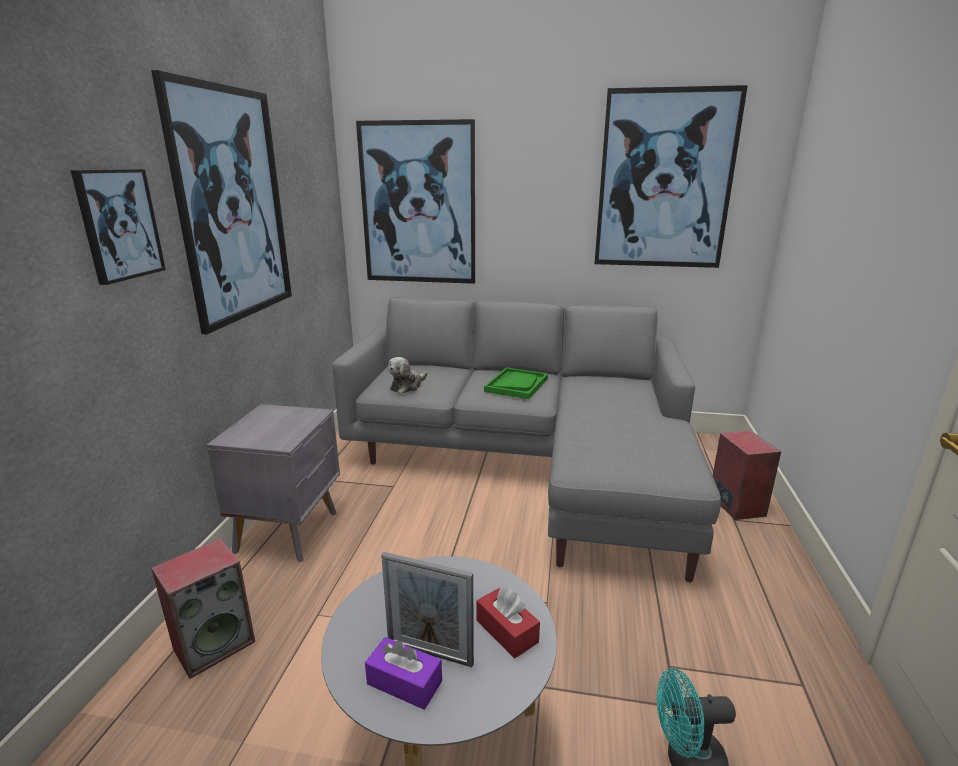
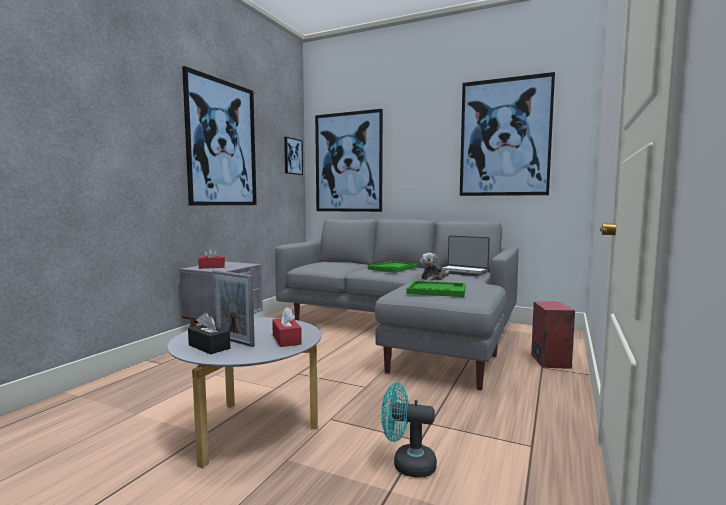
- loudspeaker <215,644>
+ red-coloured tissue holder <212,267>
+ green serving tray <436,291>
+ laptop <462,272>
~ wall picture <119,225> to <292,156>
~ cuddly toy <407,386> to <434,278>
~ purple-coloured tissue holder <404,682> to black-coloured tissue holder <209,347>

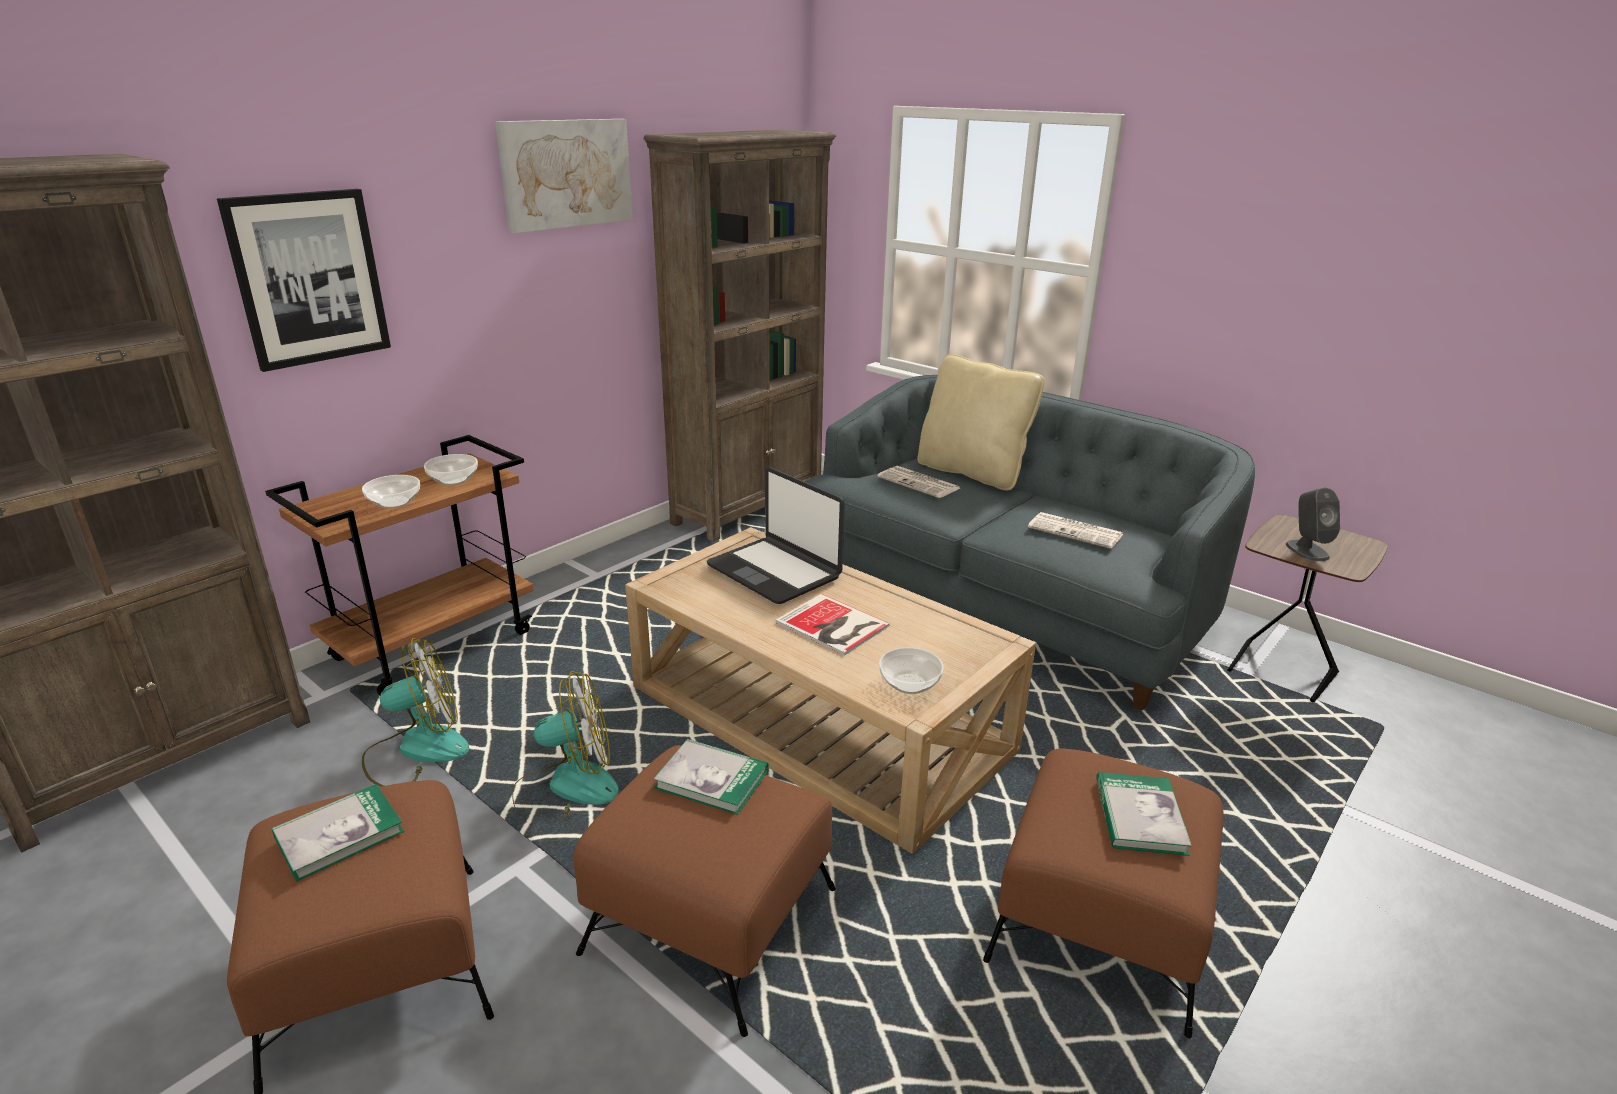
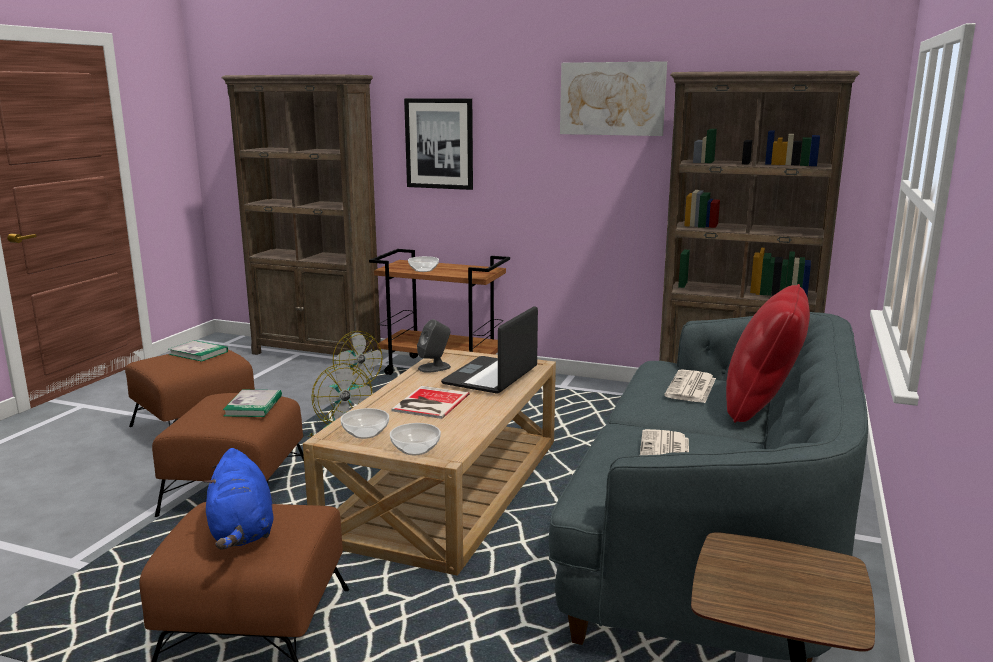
~ bowl <454,480> to <415,450>
~ gray loudspeaker <1306,550> to <434,367>
~ volume <1139,816> to blue cuddly toy <242,532>
~ sand-coloured cushion <972,472> to red-coloured cushion <761,407>

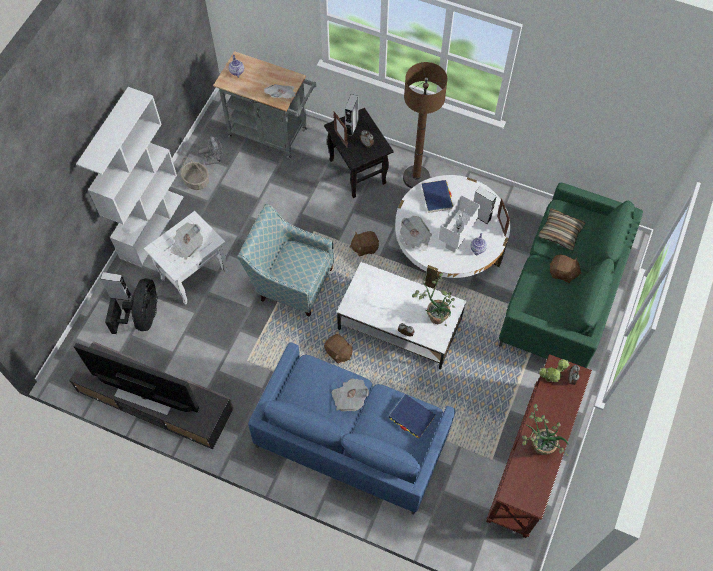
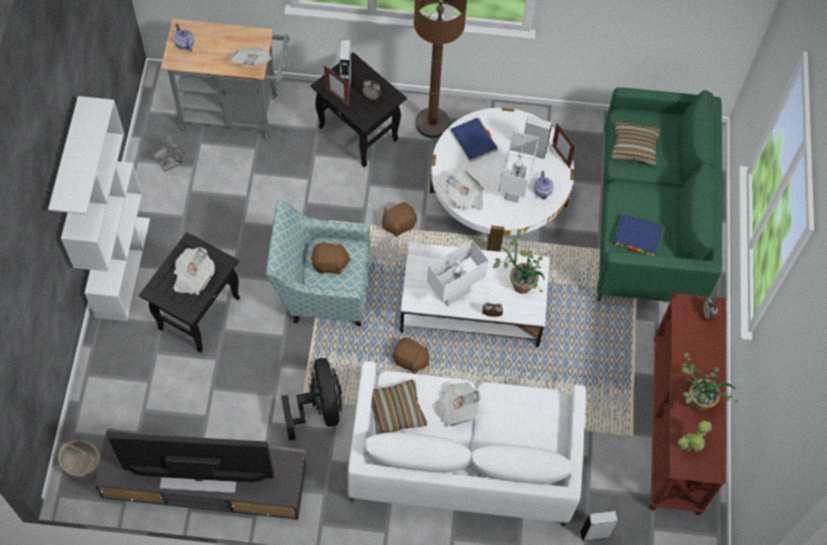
+ cushion <396,411>
+ white-coloured tabletop lamp <454,294>
~ gray loudspeaker <120,295> to <594,534>
~ black-coloured electric fan <142,317> to <319,408>
~ household basket <197,181> to <83,464>
~ blue volume <411,417> to <637,236>
~ plant in a pot <549,378> to <688,446>
~ brown cuddly toy <562,273> to <330,264>
~ white-coloured side table <195,274> to black-coloured side table <199,312>
~ blue settee <352,440> to white-coloured settee <462,461>

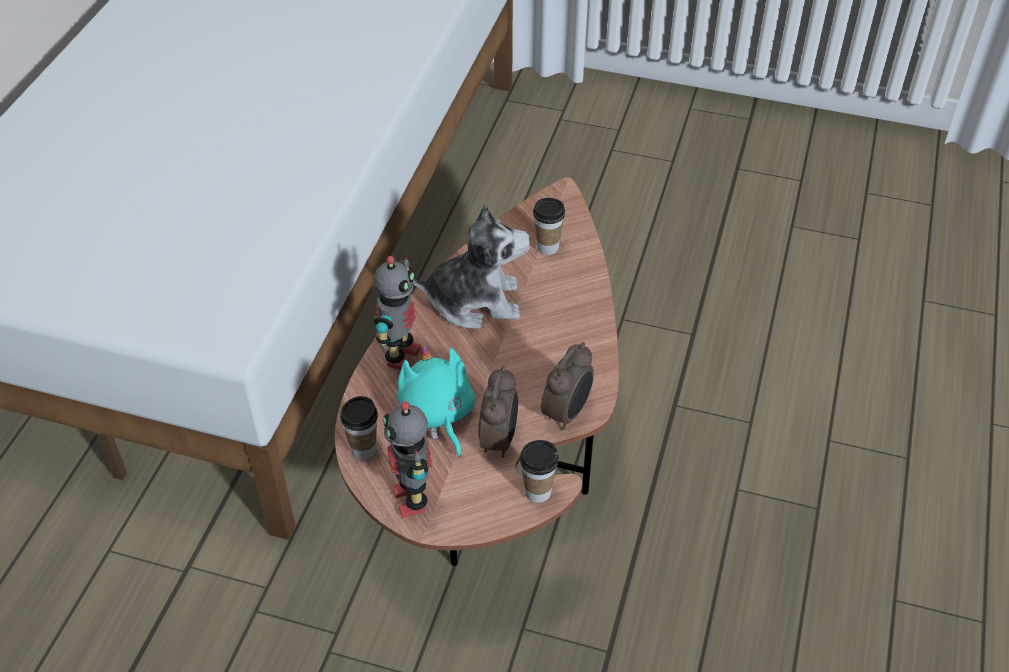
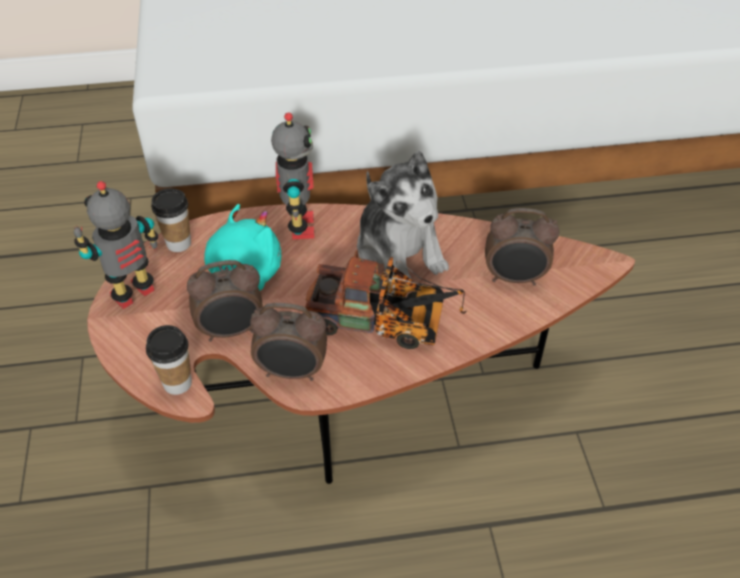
+ toy lorry <385,323>
~ cup <547,247> to bedside clock <514,278>
~ toy robot <400,356> = <299,227> 90 degrees counterclockwise

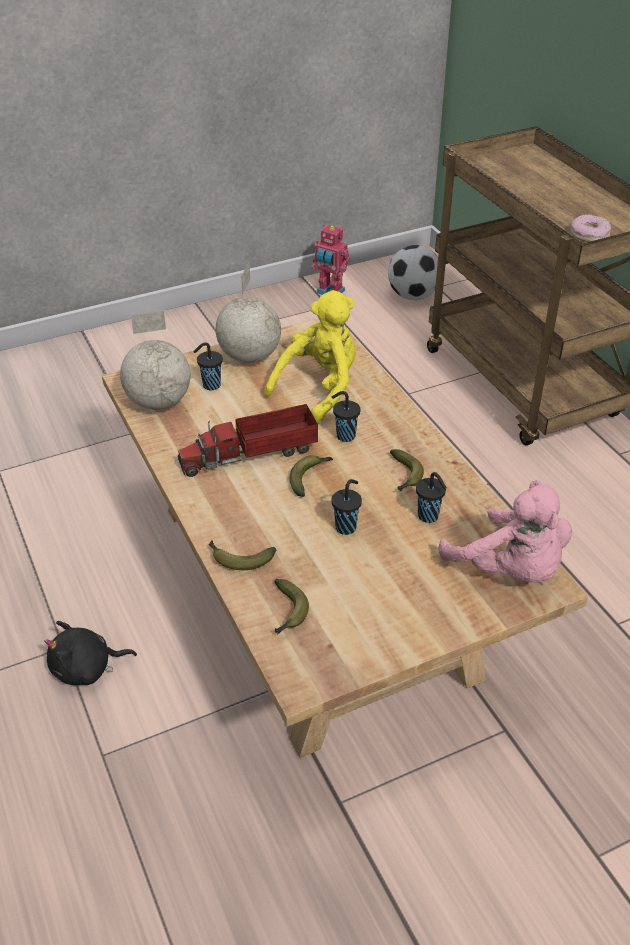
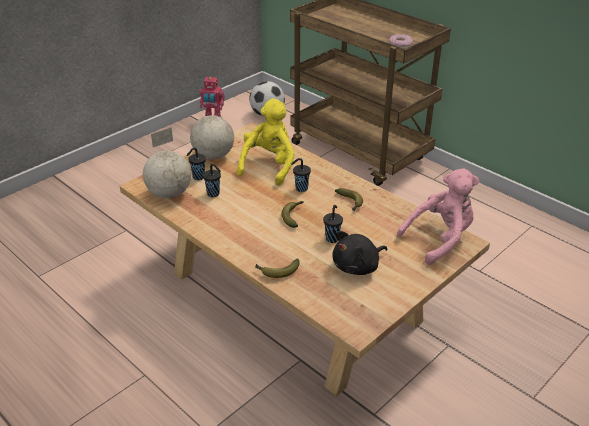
- toy lorry <252,454>
- banana fruit <288,613>
~ black-coloured cuddly toy <87,669> to <358,266>
~ black-coloured cup <429,517> to <214,194>
~ pink cuddly toy <510,570> = <440,239> 60 degrees counterclockwise

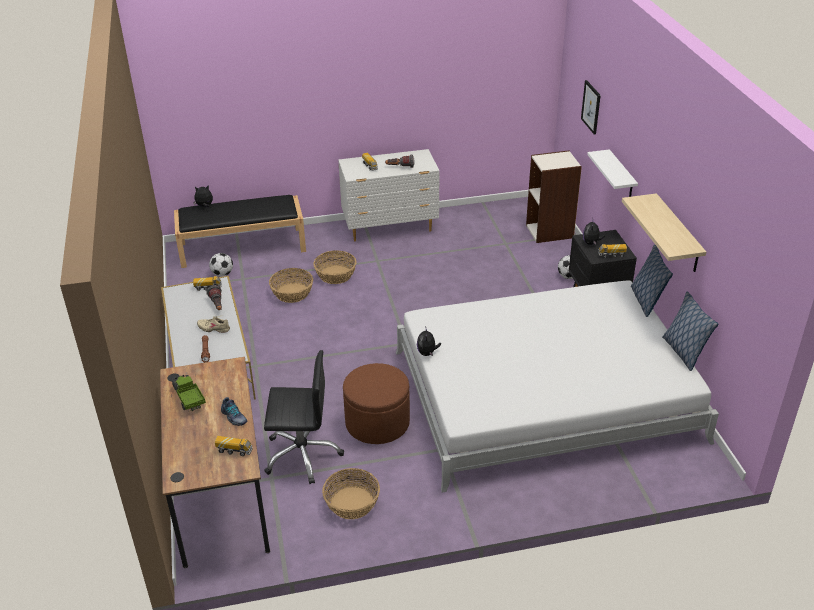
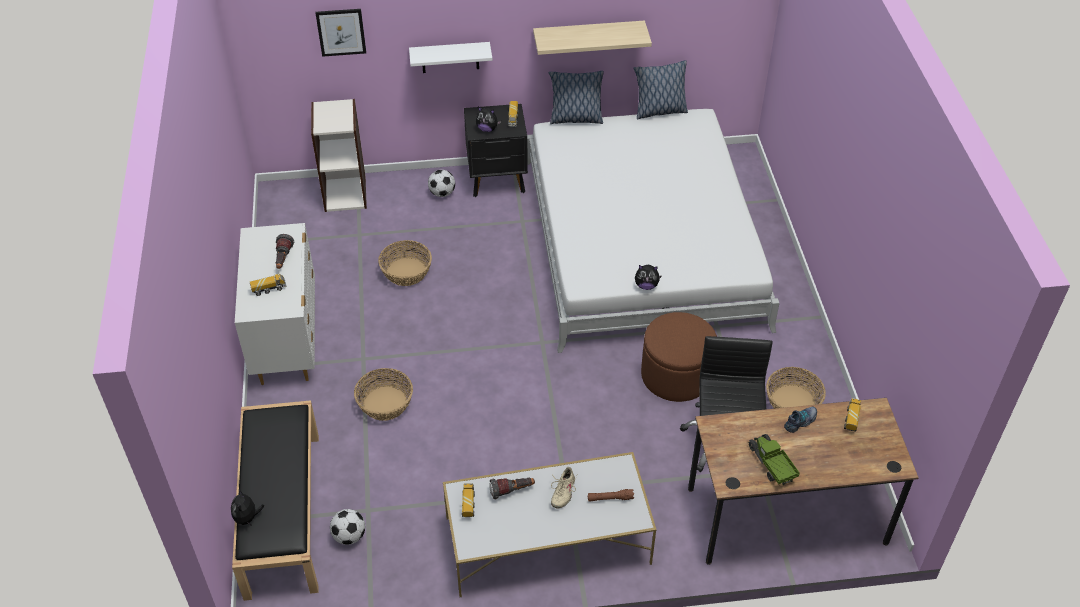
~ household basket <292,293> to <406,272>
~ toy lorry <188,398> = <771,465> 90 degrees clockwise

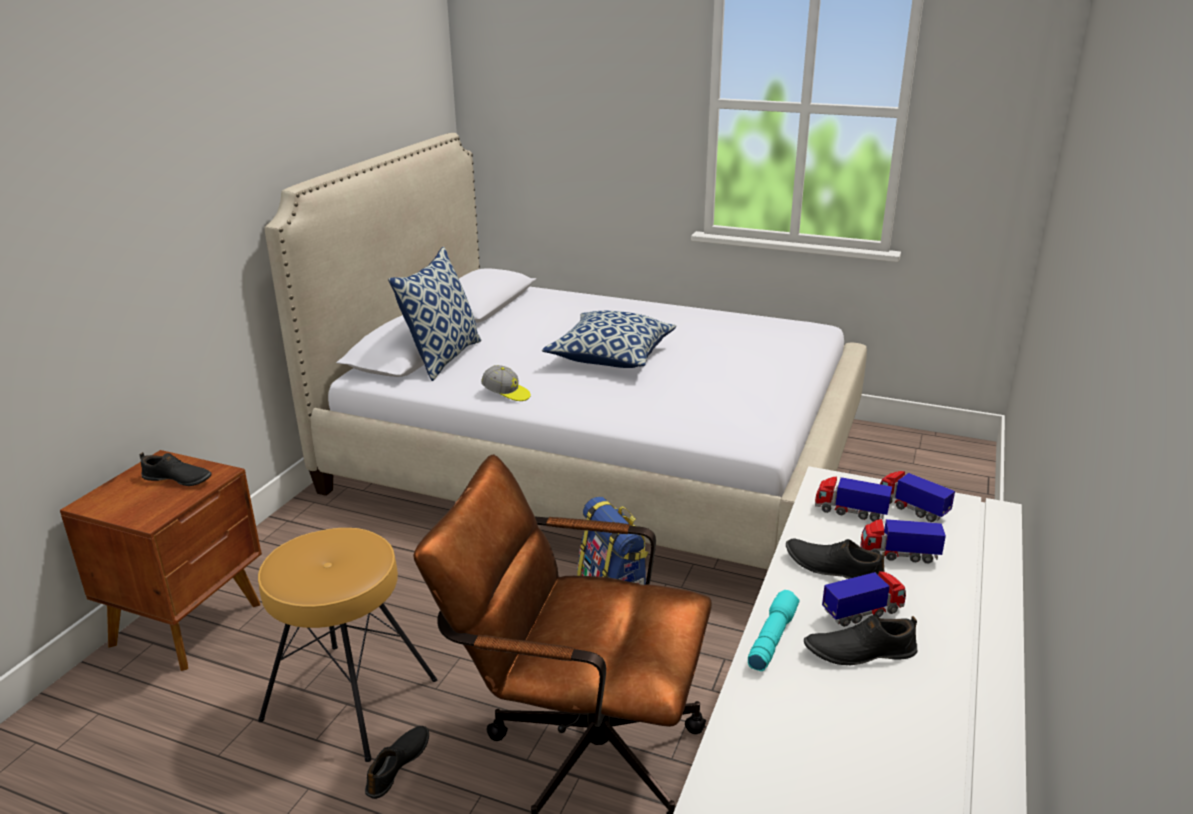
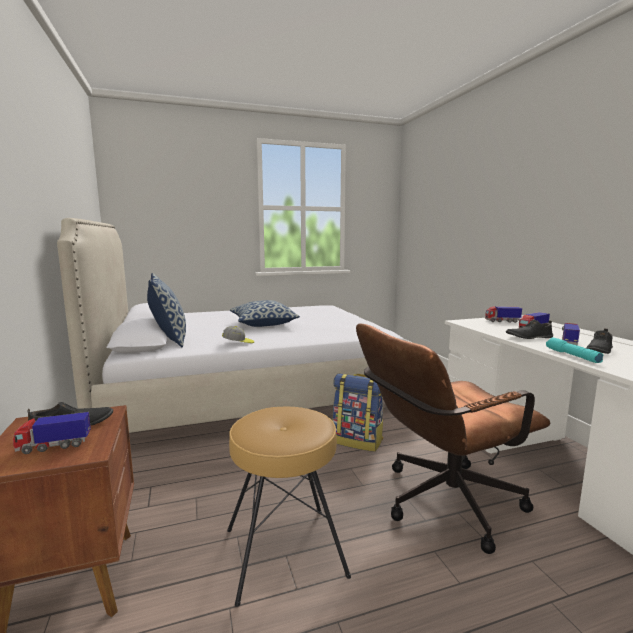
- black-coloured shoe <398,765>
~ toy lorry <850,512> to <54,446>

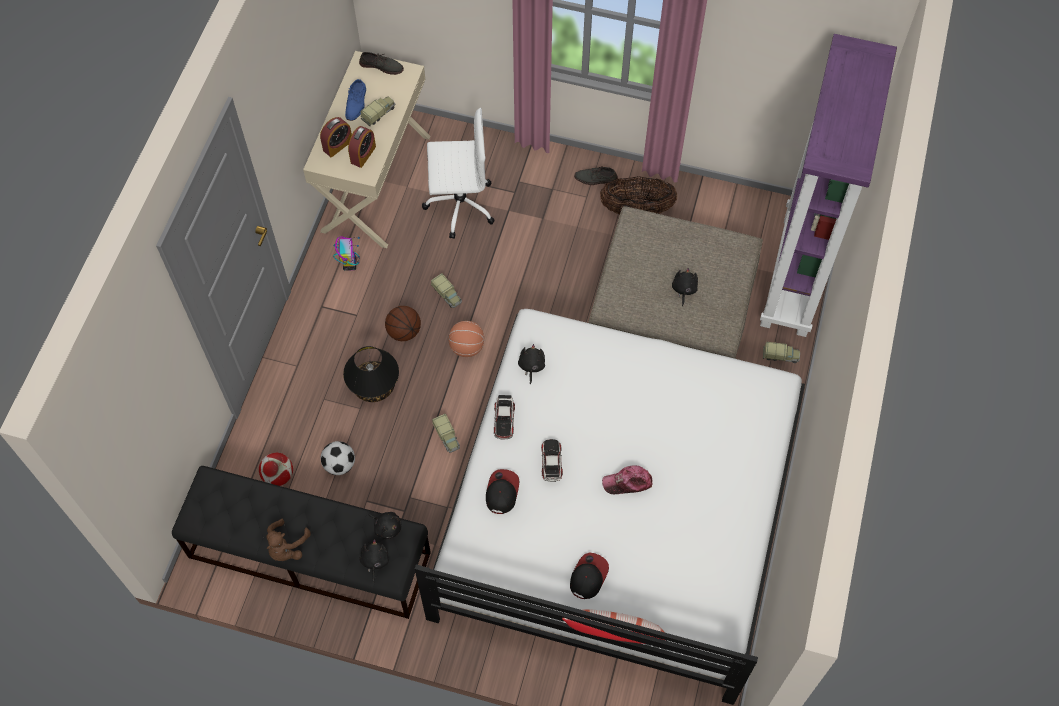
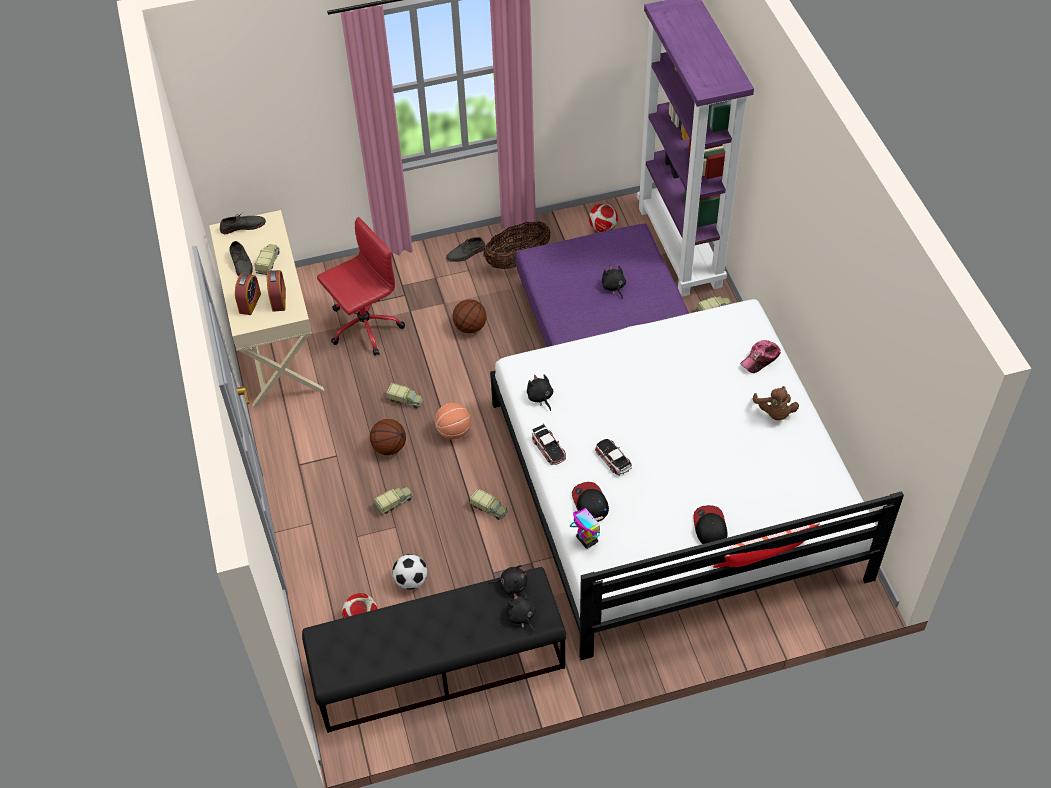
+ basketball ball <470,327>
+ football <602,228>
~ brown cuddly toy <287,547> to <774,413>
~ toy robot <349,264> to <586,539>
~ cap <627,483> to <760,359>
~ black-coloured tabletop lamp <373,386> to toy lorry <394,503>
~ blue shoe <356,103> to gray shoe <242,264>
~ white-coloured desk chair <459,205> to red-coloured desk chair <364,327>
~ sand-coloured pouffe <672,305> to purple-coloured pouffe <600,315>

